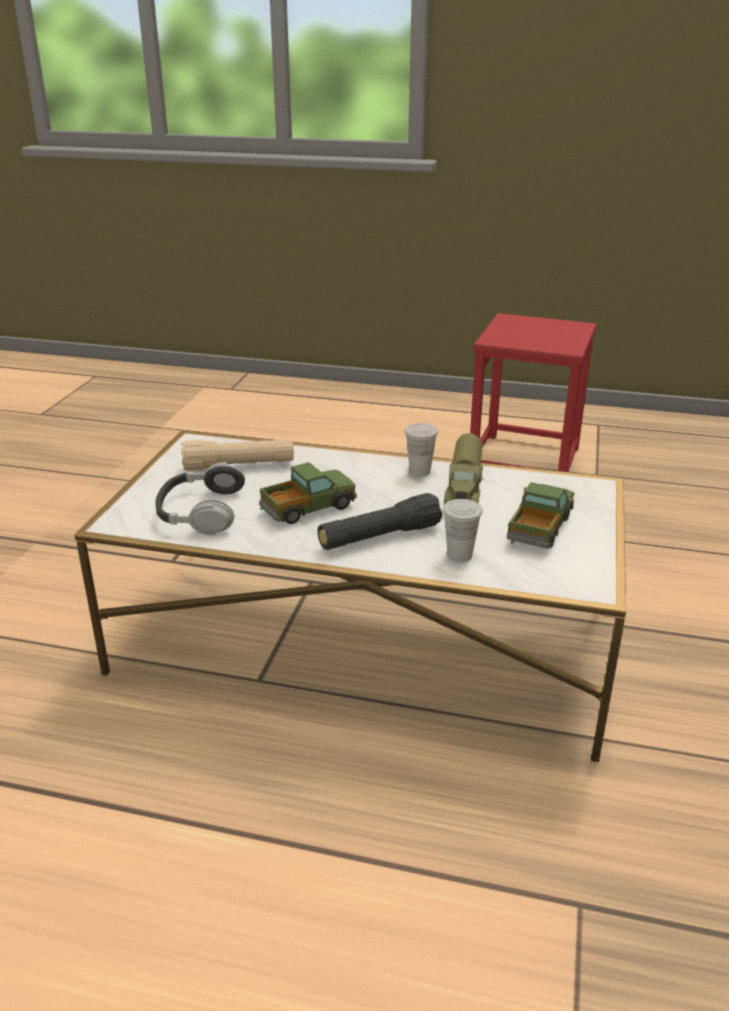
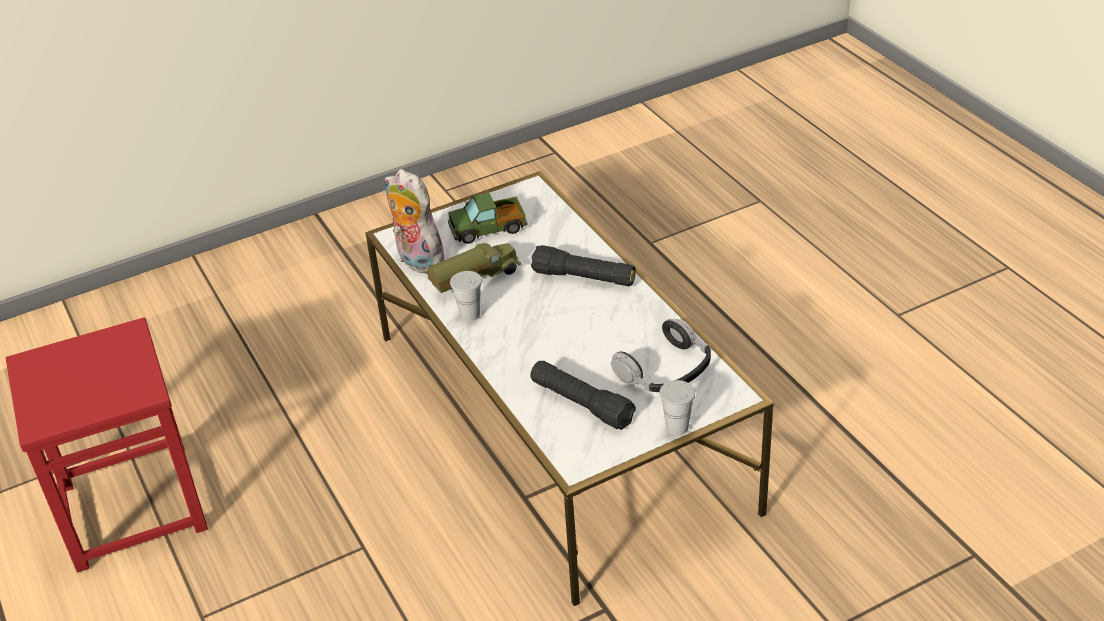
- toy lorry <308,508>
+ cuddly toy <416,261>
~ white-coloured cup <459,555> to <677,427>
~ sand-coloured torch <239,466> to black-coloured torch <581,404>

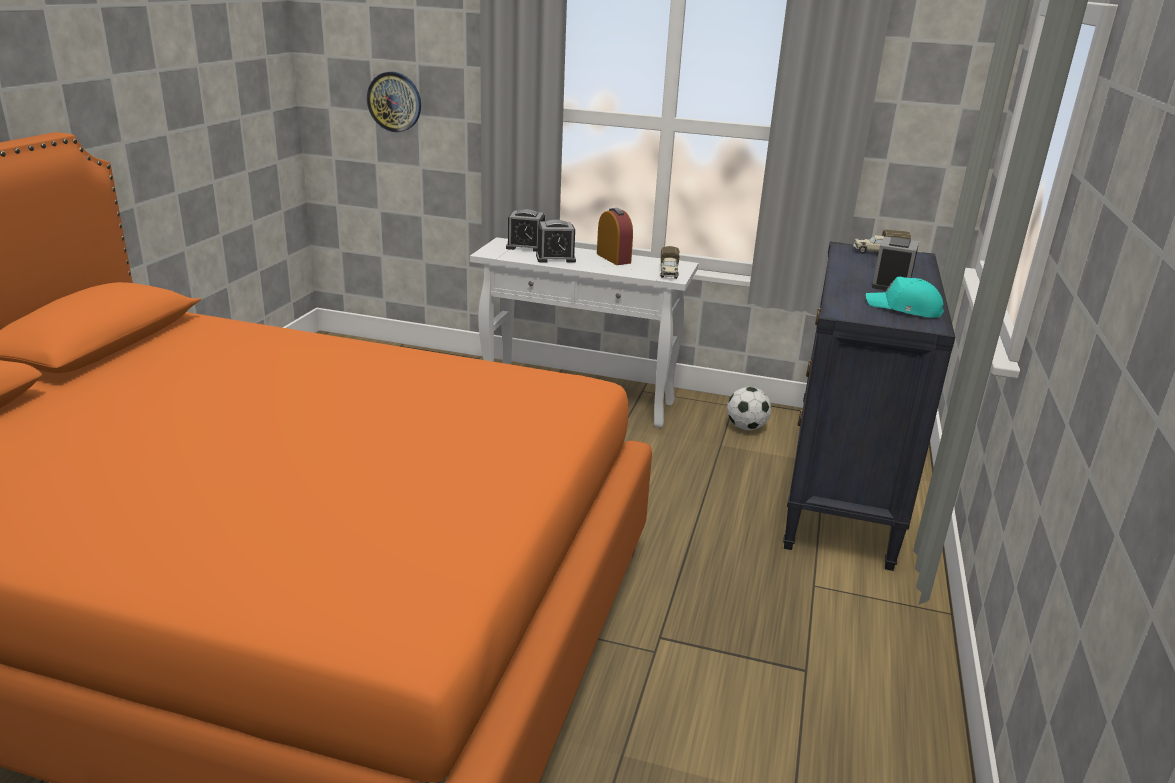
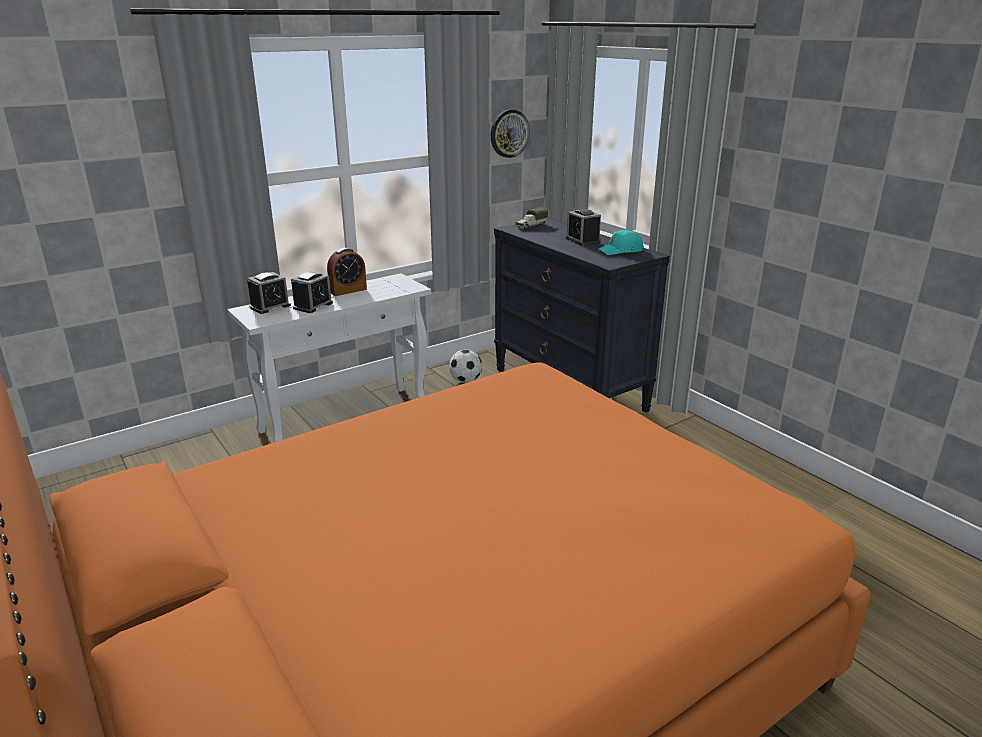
- toy lorry <668,273>
~ wall clock <394,101> to <509,133>
~ bedside clock <613,258> = <348,290> 135 degrees clockwise

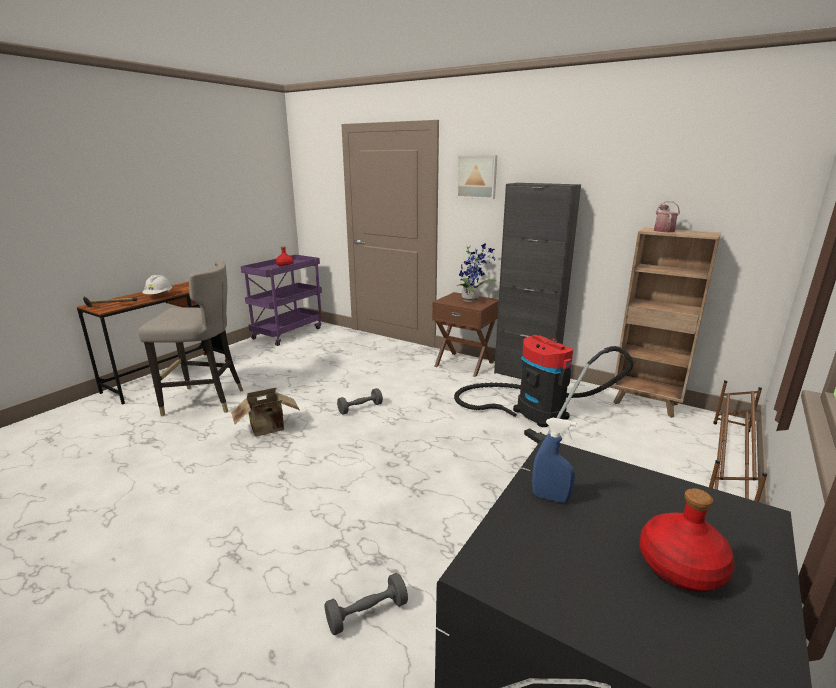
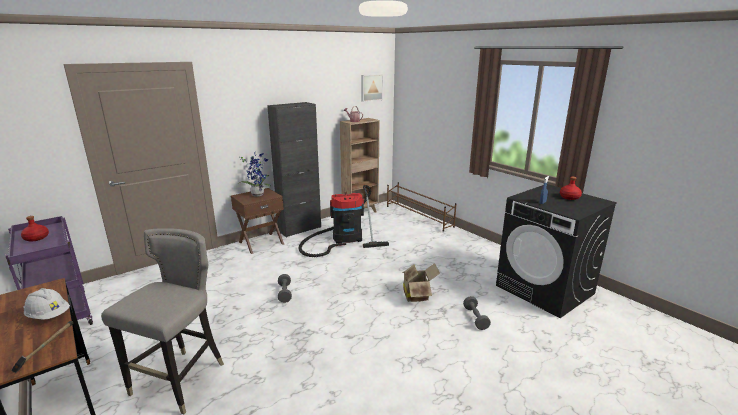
~ cardboard box <269,429> to <417,295>
~ wall picture <477,177> to <371,87>

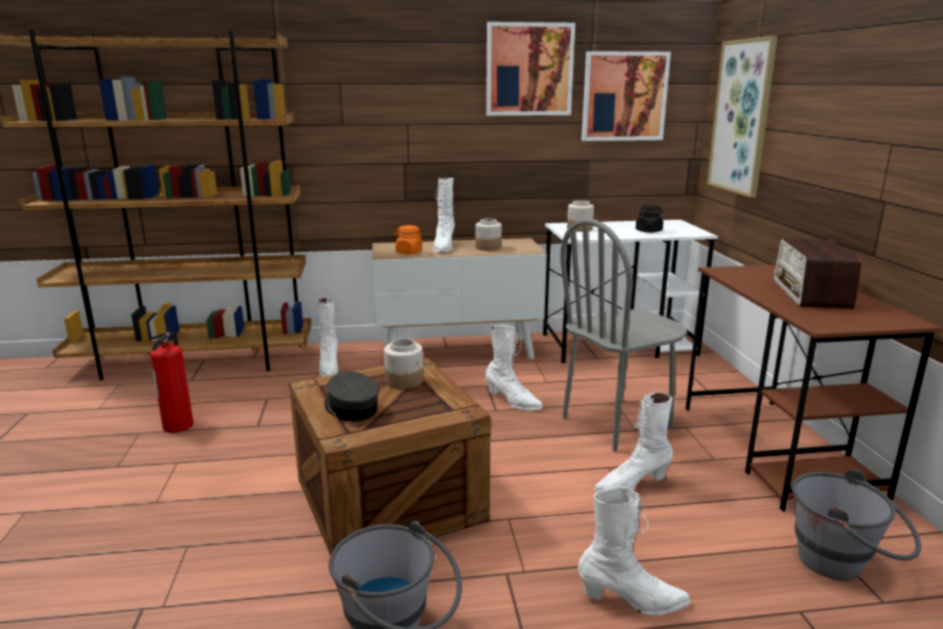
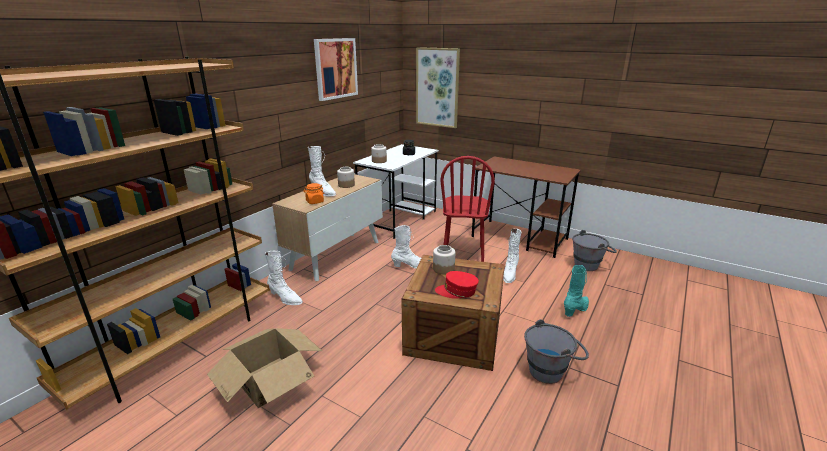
- wall picture <624,96>
- radio set <810,294>
~ fire-fighting cylinder <178,425> to cardboard box <270,381>
~ gray cap <351,408> to red-coloured cap <457,291>
~ gray chair <617,423> to red-coloured chair <463,254>
~ white-coloured high-top boot <632,601> to turquoise high-top boot <576,310>

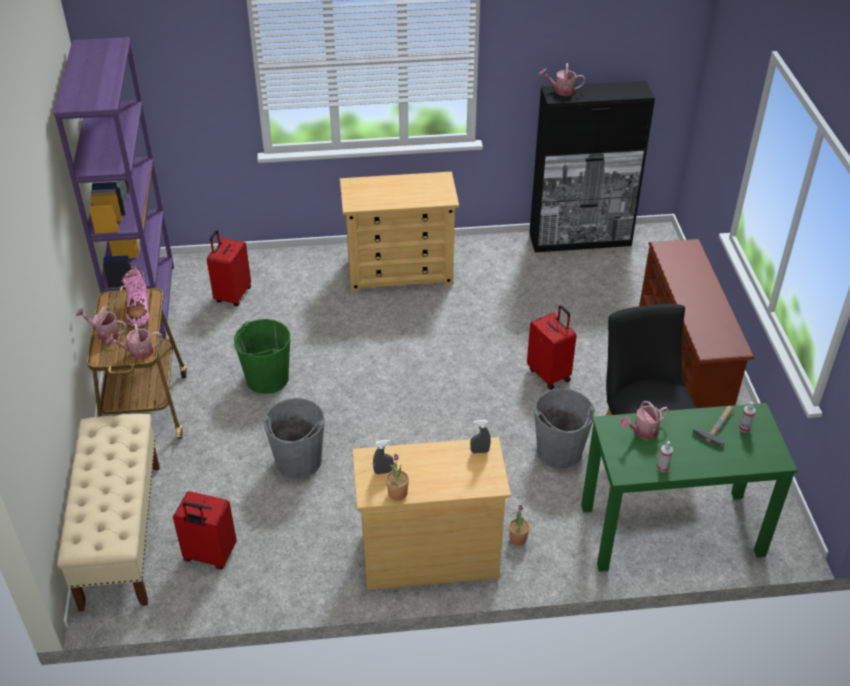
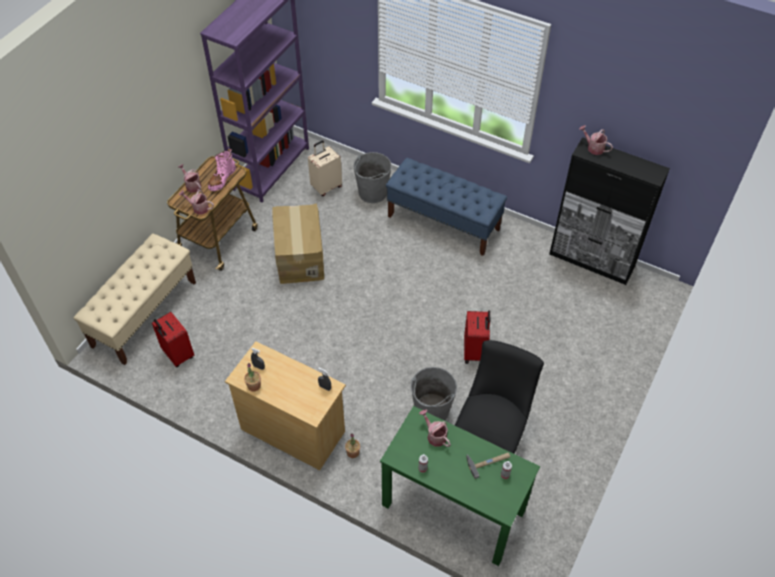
- brown shoe stand <685,359>
~ gray pail <298,461> to <372,192>
~ green pail <267,378> to cardboard box <299,257>
~ sand-coloured drawer chest <400,272> to blue bench <444,223>
~ red-coloured travel case <232,295> to sand-coloured travel case <326,186>
~ sprinkling can <642,431> = <434,435> 45 degrees clockwise

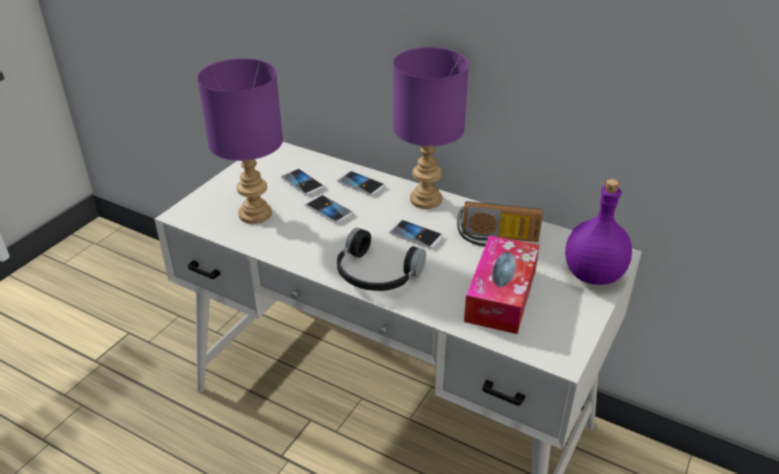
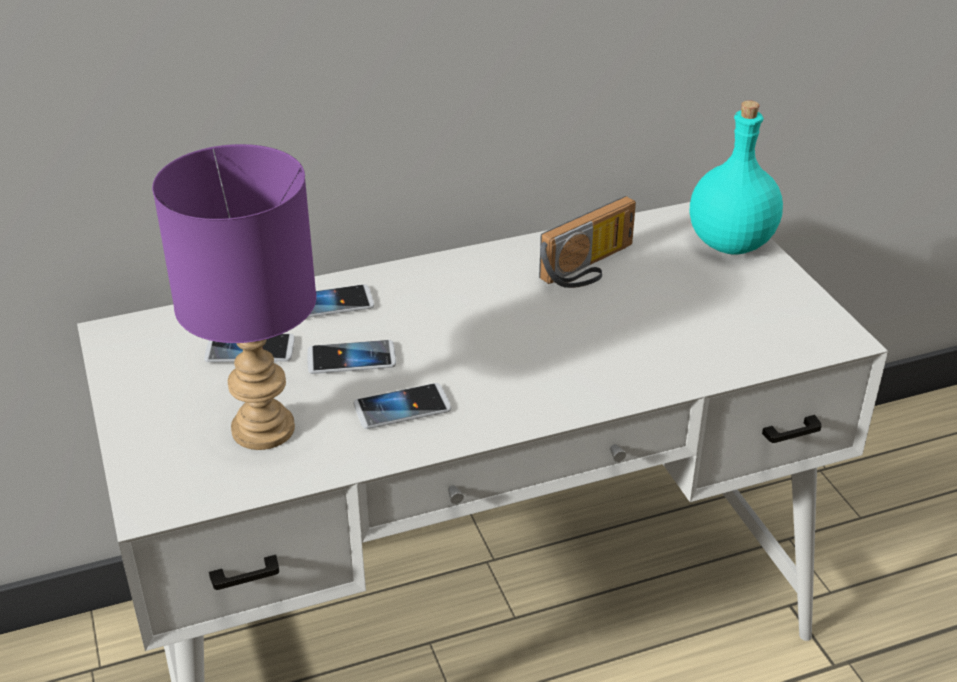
- black-coloured headphones <375,275>
- purple-coloured tabletop lamp <427,199>
- tissue holder <501,295>
~ telephone <416,235> to <402,408>
~ purple-coloured drink bottle <592,274> to turquoise drink bottle <729,244>

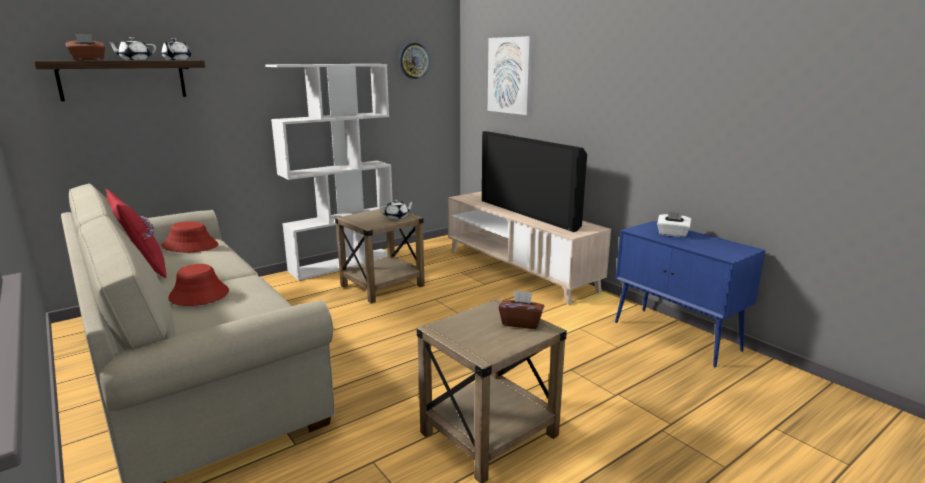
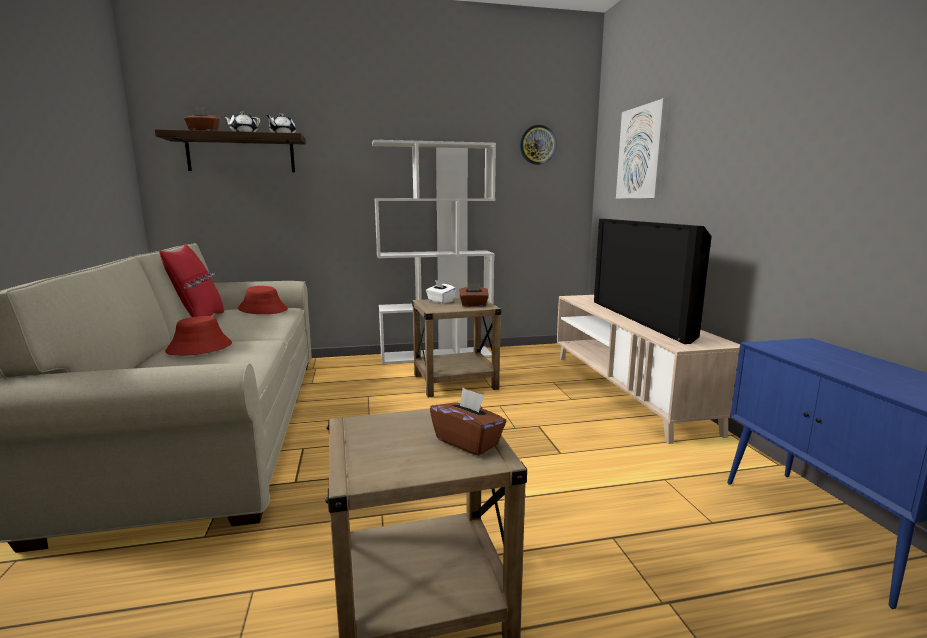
~ white-coloured tissue holder <672,234> to <440,301>
~ white-coloured tea pot <397,217> to brown tissue holder <473,305>

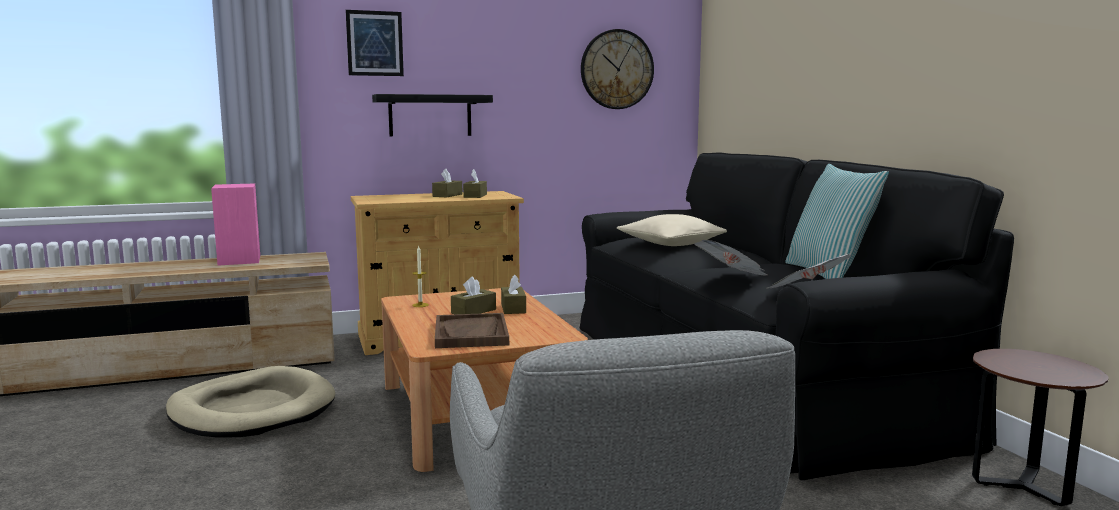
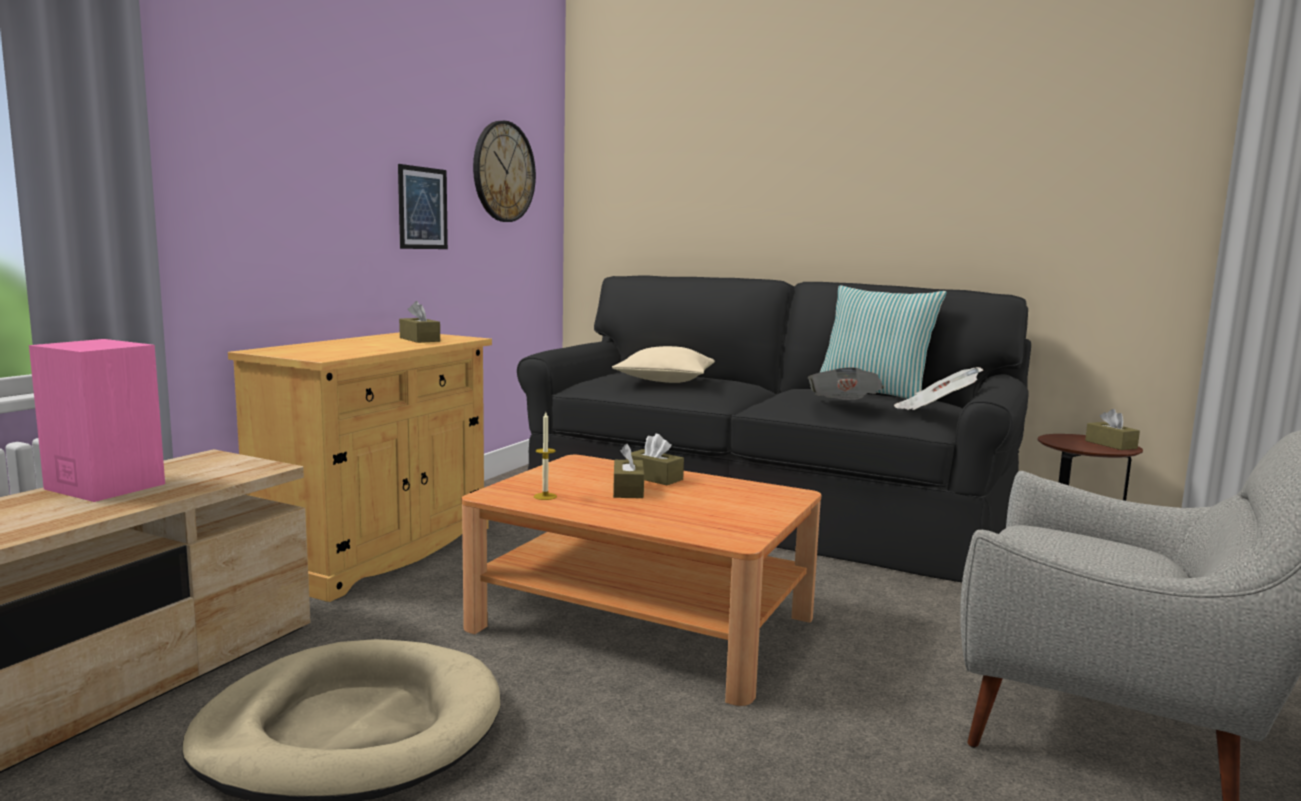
- black-coloured bracket shelf <430,115>
- brown serving tray <471,333>
~ wall picture <375,43> to <423,208>
~ brown tissue holder <447,195> to <1110,444>

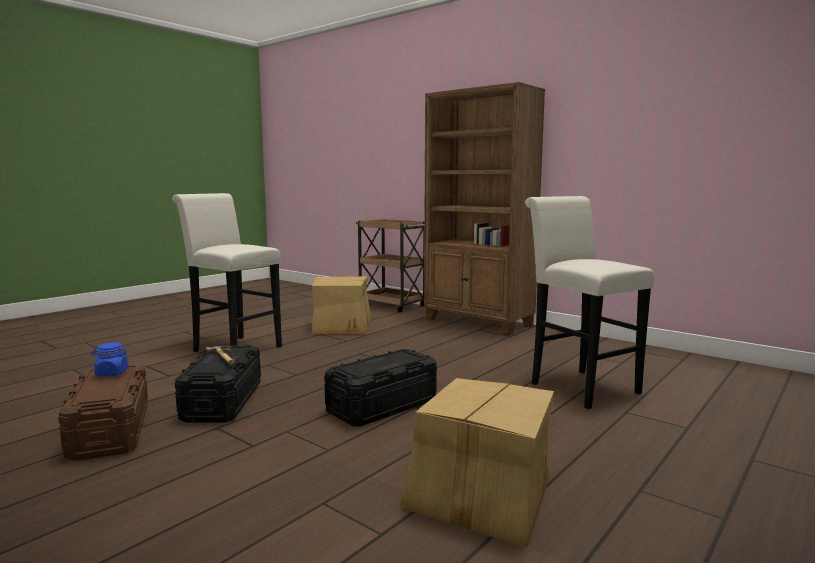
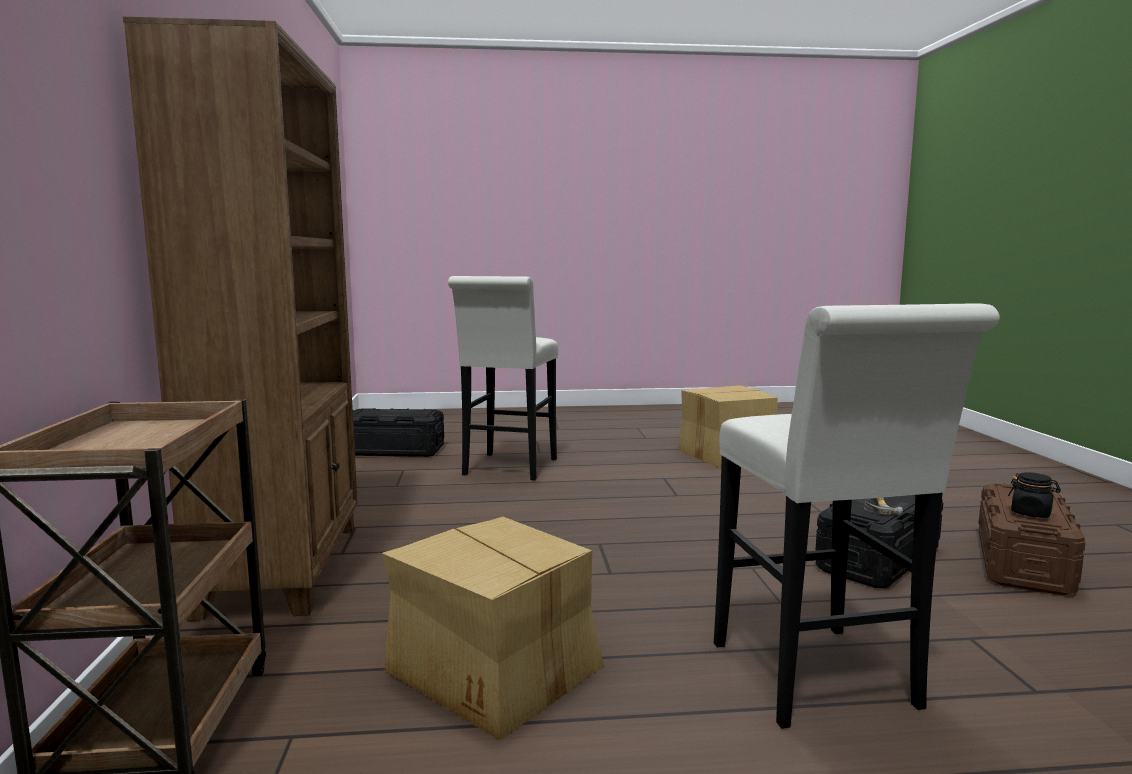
~ black-coloured storage bin <383,406> to <394,450>
~ blue jar <111,373> to black-coloured jar <1031,513>

